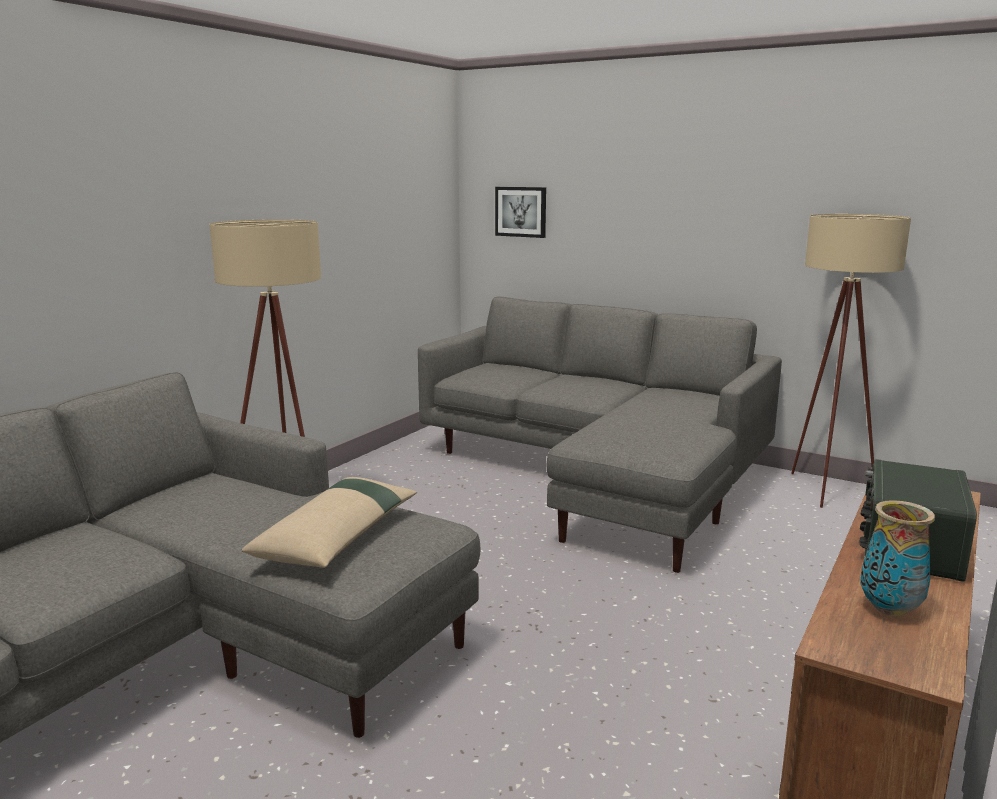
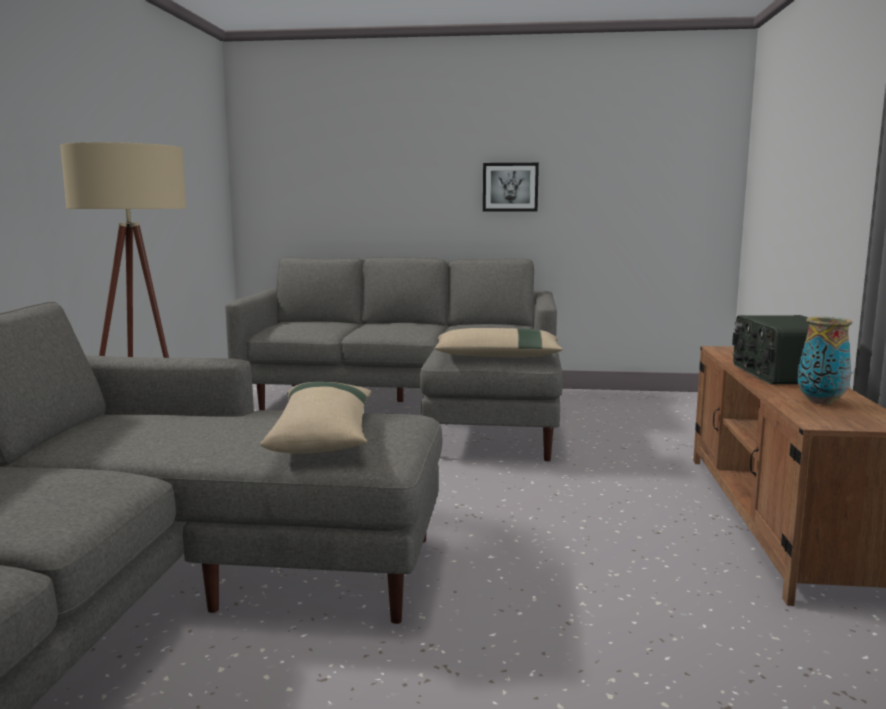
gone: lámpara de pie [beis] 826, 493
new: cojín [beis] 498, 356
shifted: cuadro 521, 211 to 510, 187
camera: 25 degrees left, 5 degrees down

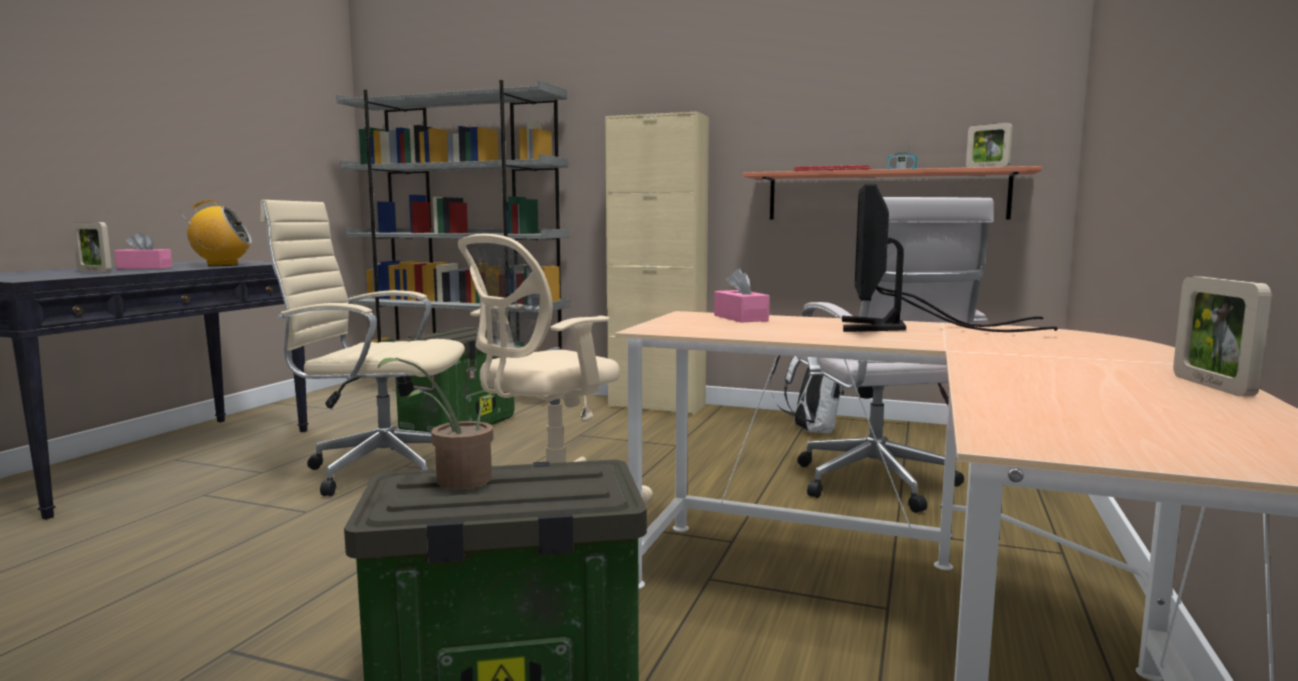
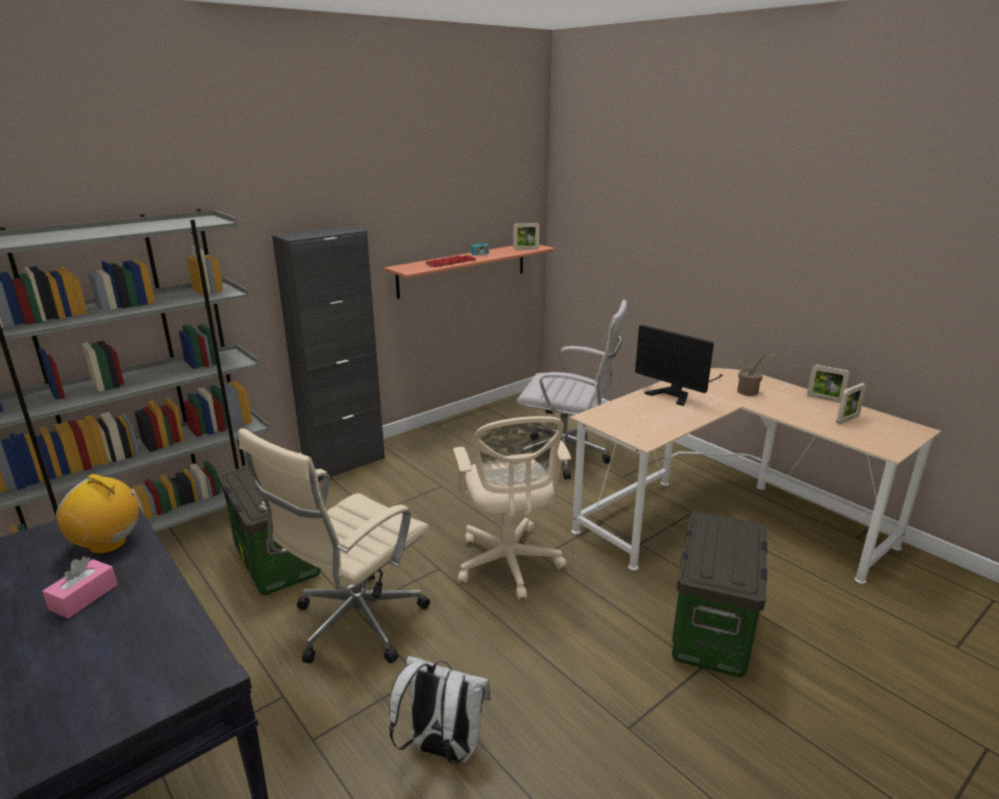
gone: caja de pañuelos [rosa] 740, 318
shifted: portarretratos 94, 271 to 847, 419; mochila [blanco] 809, 430 to 442, 749; planta en maceta 455, 481 to 748, 393
repainted: armario [beis] 656, 406 to armario [negro] 344, 463
rotated: radio 221, 265 = 108, 544 90 degrees counterclockwise
camera: 60 degrees left, 15 degrees up

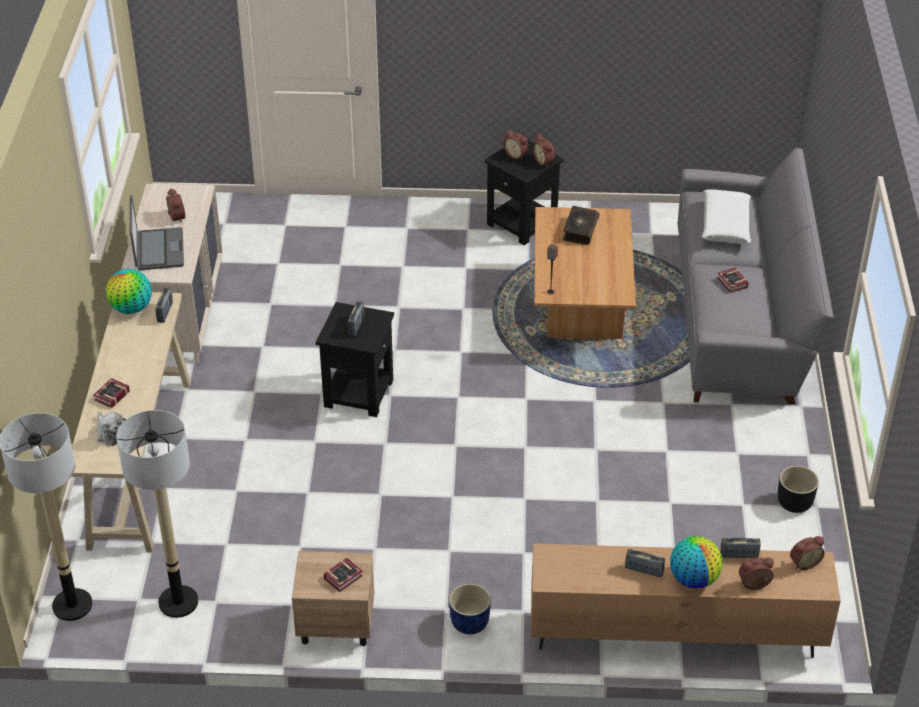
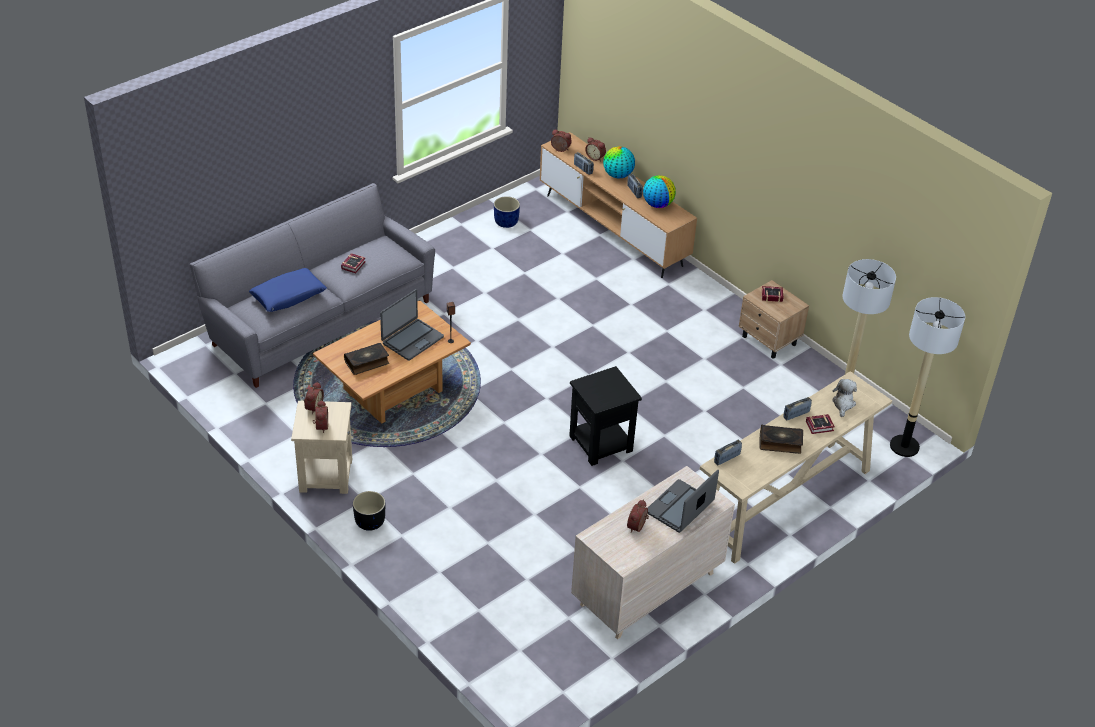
new: portátil 412, 340; libro 780, 443
shifted: globo terráqueo 131, 308 to 657, 204; radio 356, 326 to 796, 414; maceta [negro] 794, 502 to 369, 522; maceta [azul] 469, 623 to 506, 222
repainted: mesa auxiliar [negro] 522, 224 to mesa auxiliar [beis] 326, 474; cojín [blanco] 725, 224 to cojín [azul] 288, 296
camera: 135 degrees left, 0 degrees up

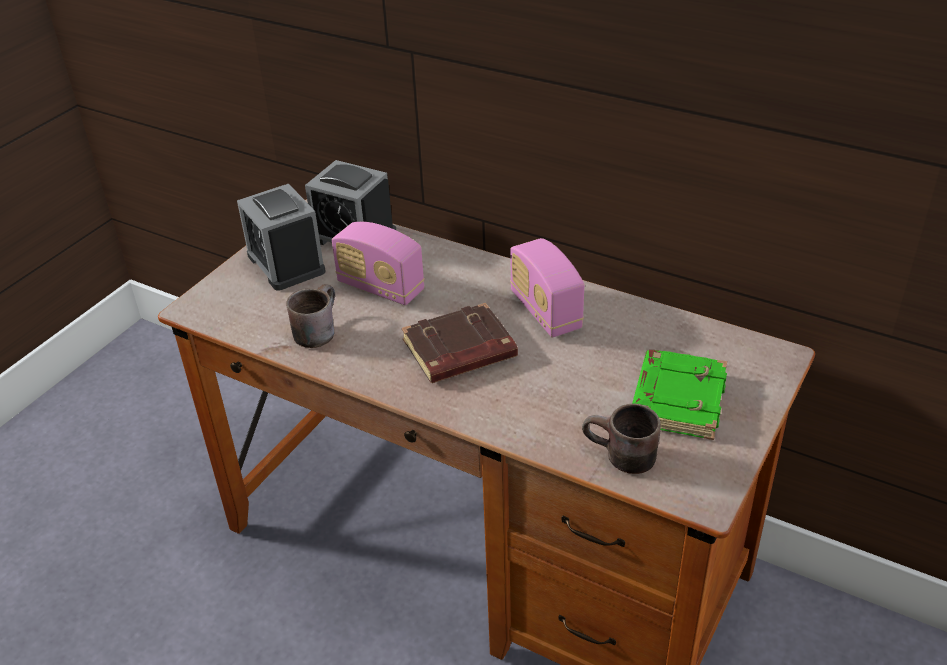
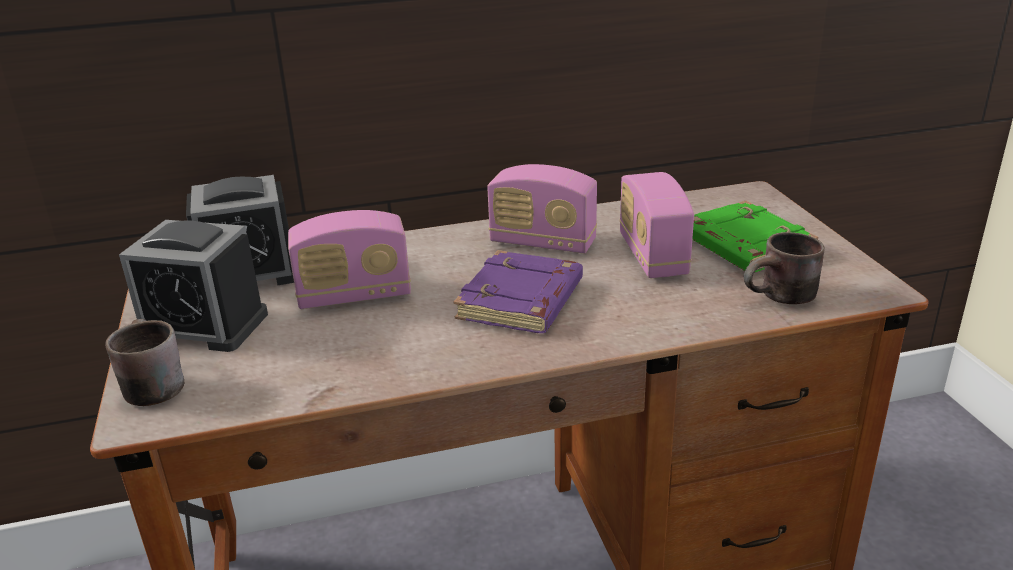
new: radio 652, 256
shifted: taza grande [marrón] 315, 330 to 148, 385
repainted: libro [marrón] 459, 351 to libro [morado] 522, 302
camera: 45 degrees left, 10 degrees down

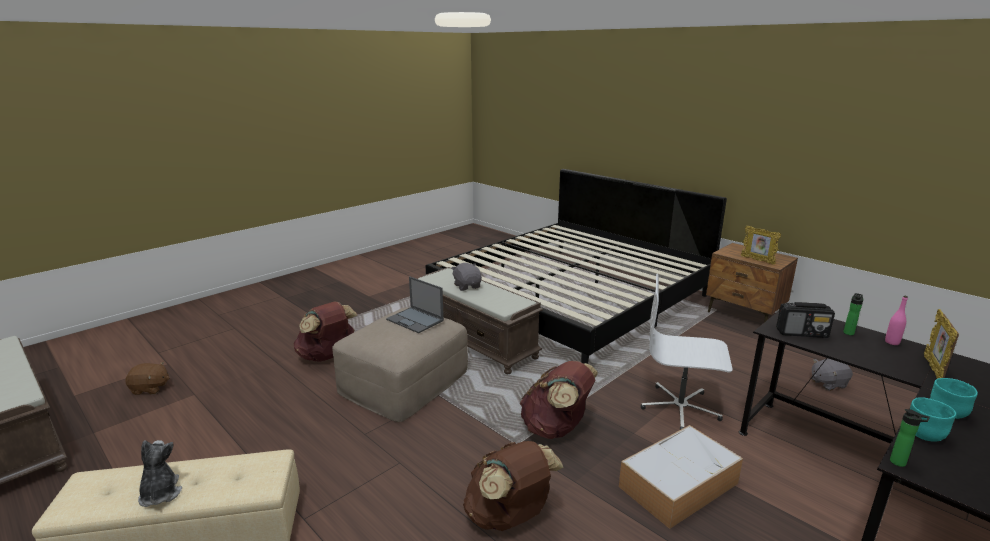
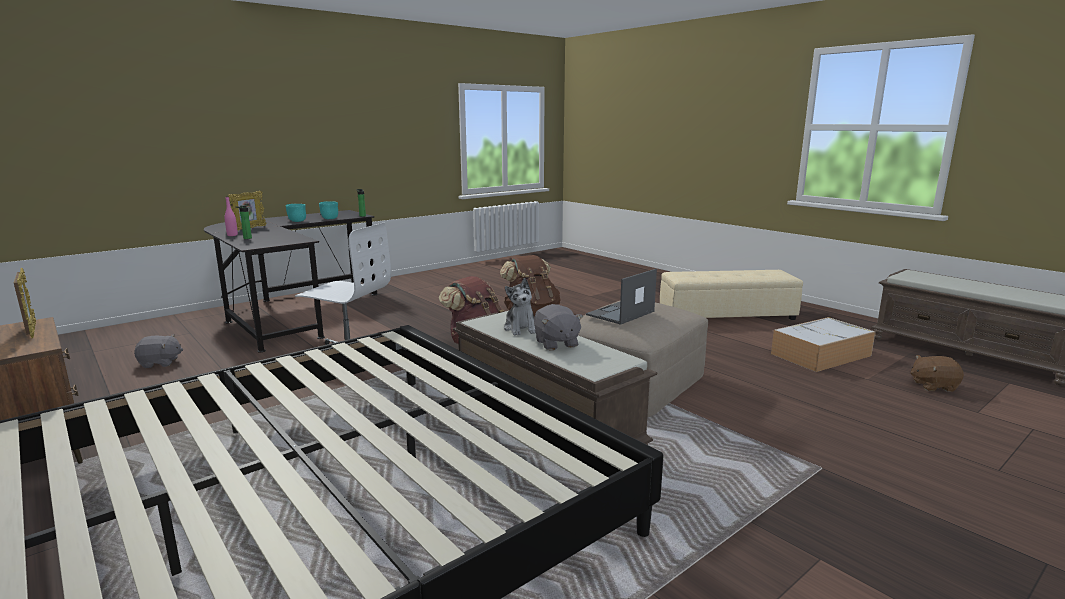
gone: mochila [marrón] 328, 356; radio 802, 333
shifted: caja de almacenaje 679, 484 to 820, 355; peluche 160, 493 to 521, 328
rotated: portátil 415, 320 = 620, 313 90 degrees counterclockwise
camera: 175 degrees left, 5 degrees down

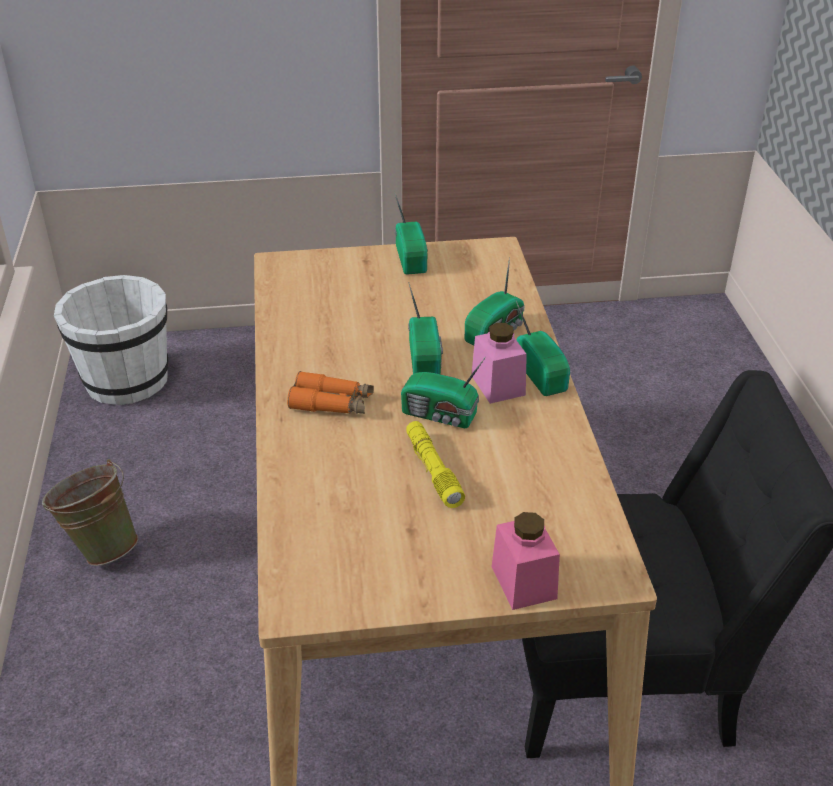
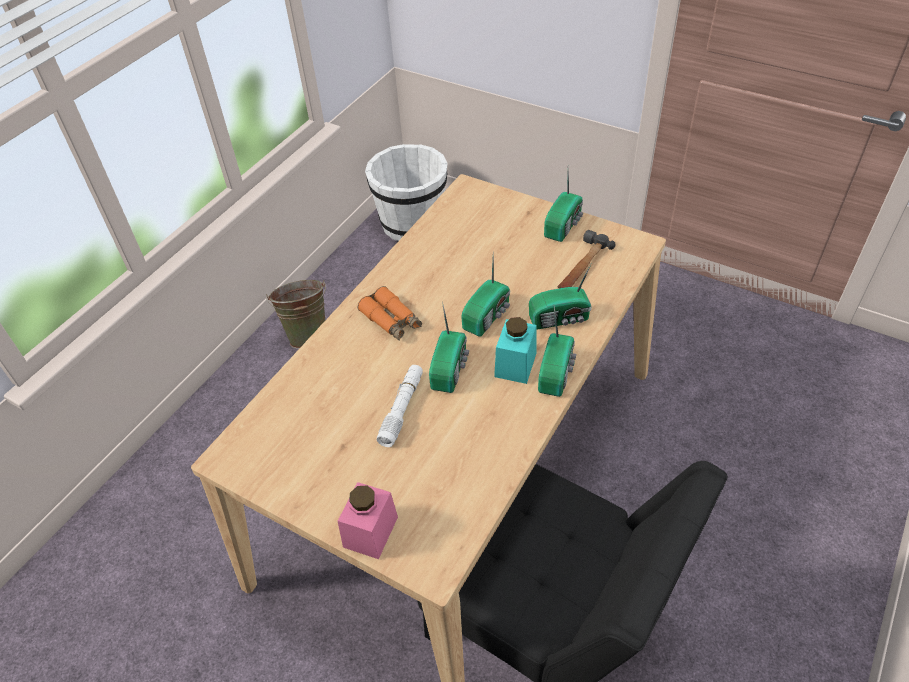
new: martillo 582, 266
repainted: tarro [rosa] 498, 385 to tarro [turquesa] 515, 364; linterna [amarillo] 433, 470 to linterna [blanco] 402, 409
rotated: radio 440, 415 = 450, 368 135 degrees counterclockwise
camera: 40 degrees right, 10 degrees up

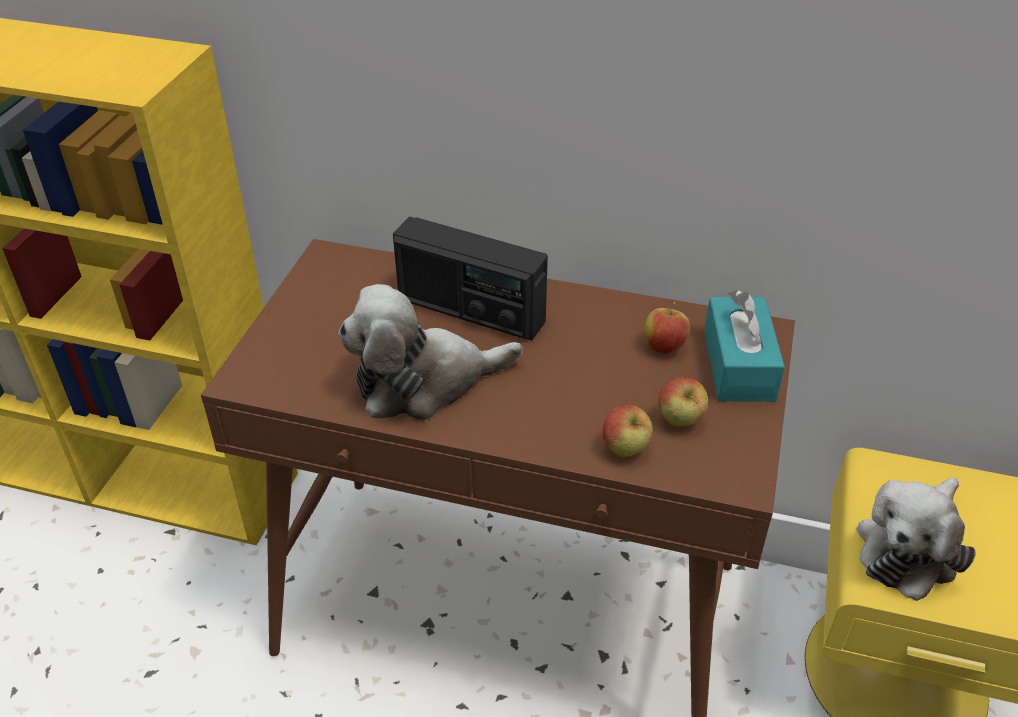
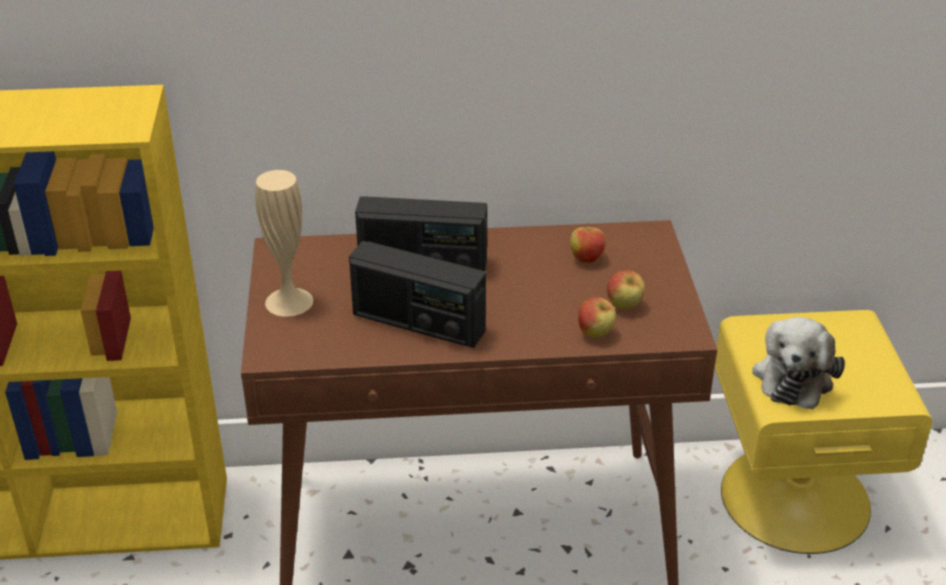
gone: caja de pañuelos [turquesa] 738, 365
new: florero [beis] 289, 301
swapped: peluche 424, 382 to radio 418, 323
camera: 20 degrees left, 5 degrees down

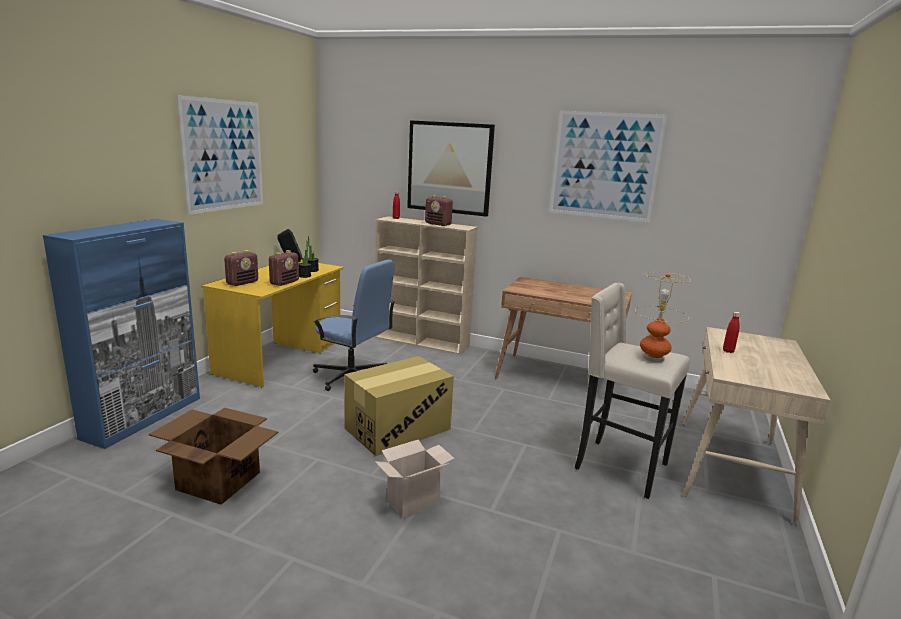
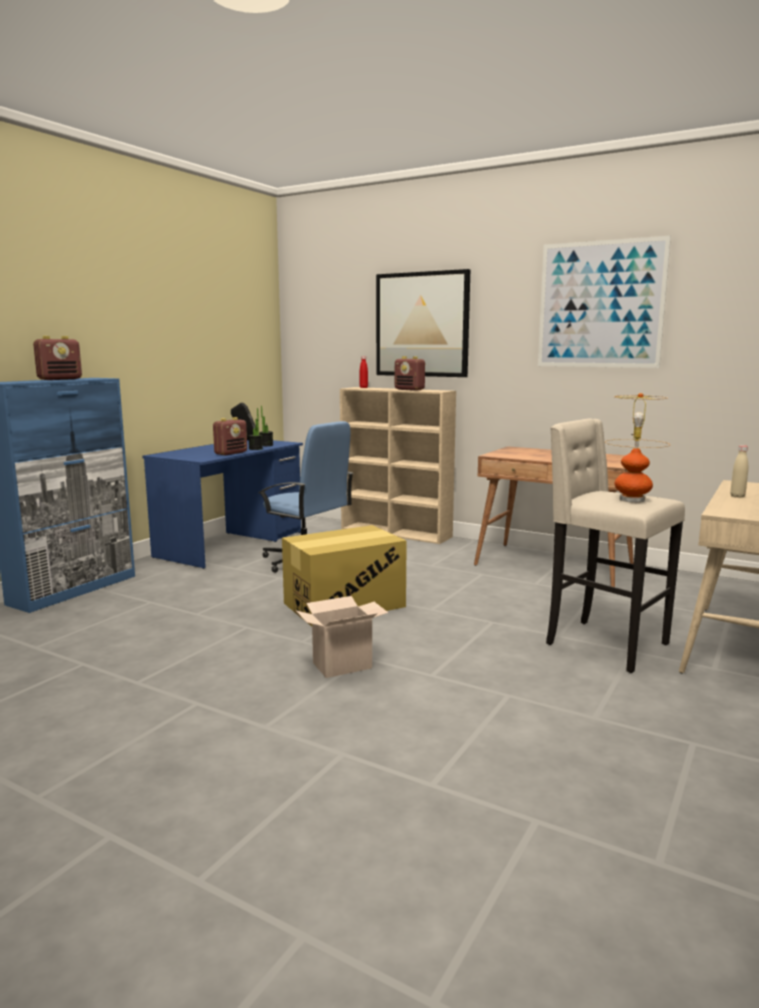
gone: cuadro 224, 155; caja de cartón 218, 480
shifted: radio 242, 283 to 60, 379
repainted: escritorio [amarillo] 281, 357 to escritorio [azul] 231, 544; botella [rojo] 728, 351 to botella [beis] 737, 496
camera: 10 degrees right, 5 degrees down

